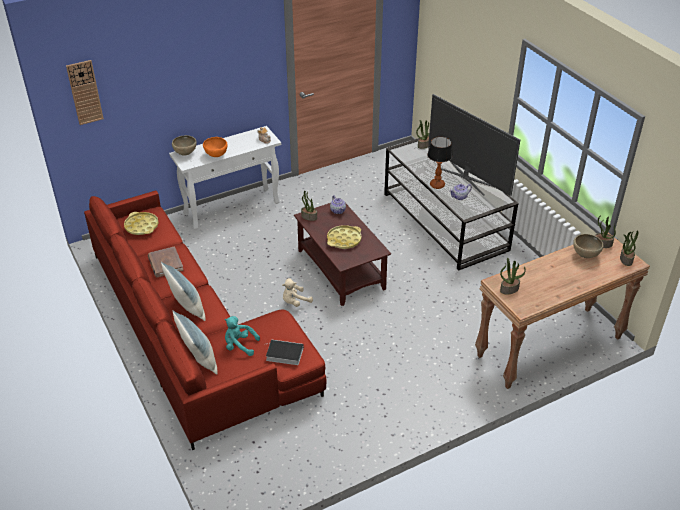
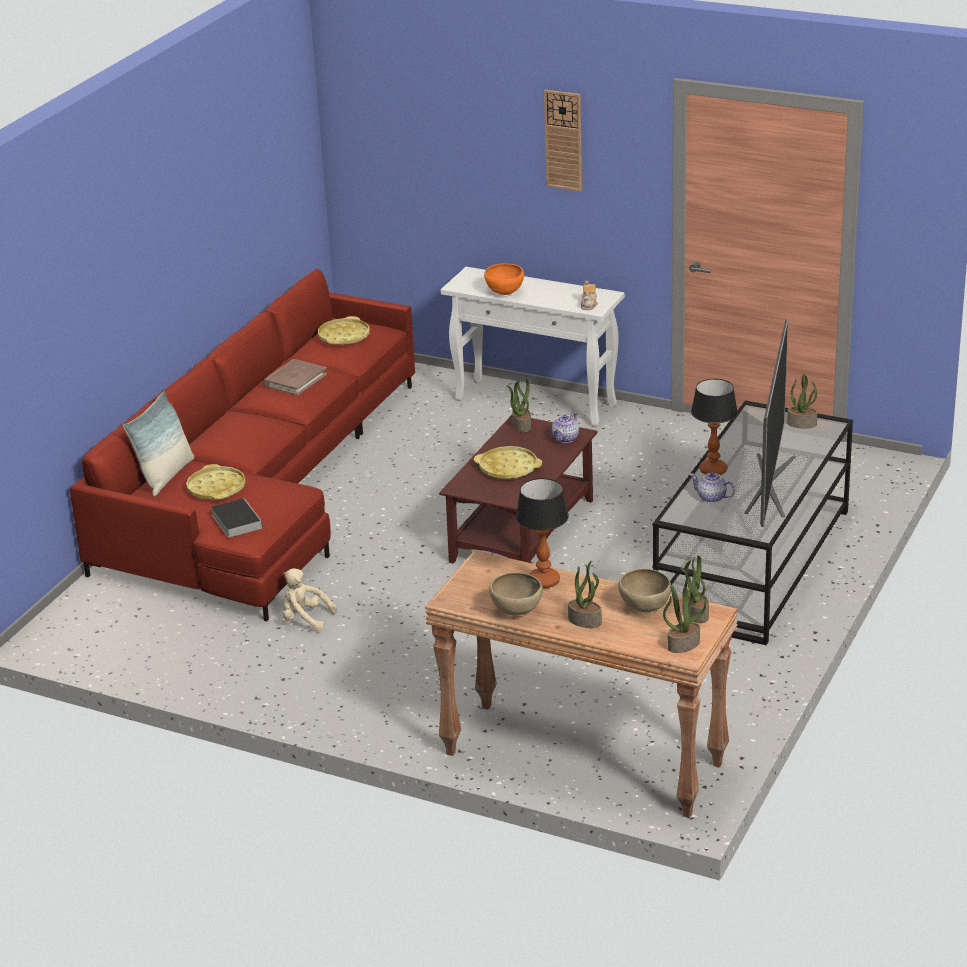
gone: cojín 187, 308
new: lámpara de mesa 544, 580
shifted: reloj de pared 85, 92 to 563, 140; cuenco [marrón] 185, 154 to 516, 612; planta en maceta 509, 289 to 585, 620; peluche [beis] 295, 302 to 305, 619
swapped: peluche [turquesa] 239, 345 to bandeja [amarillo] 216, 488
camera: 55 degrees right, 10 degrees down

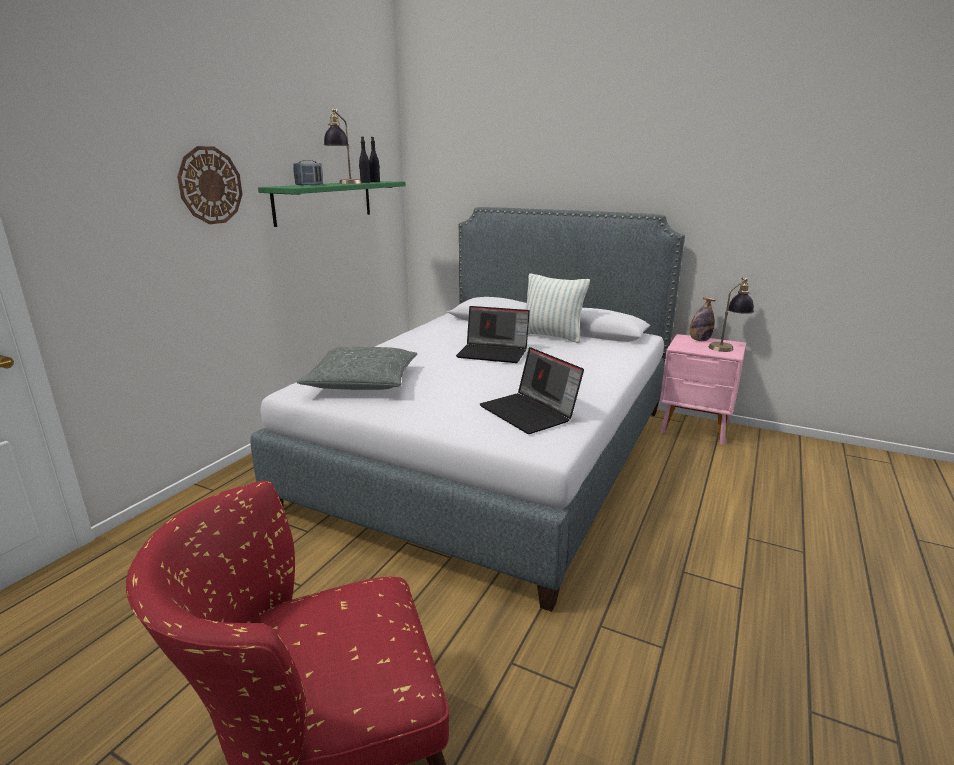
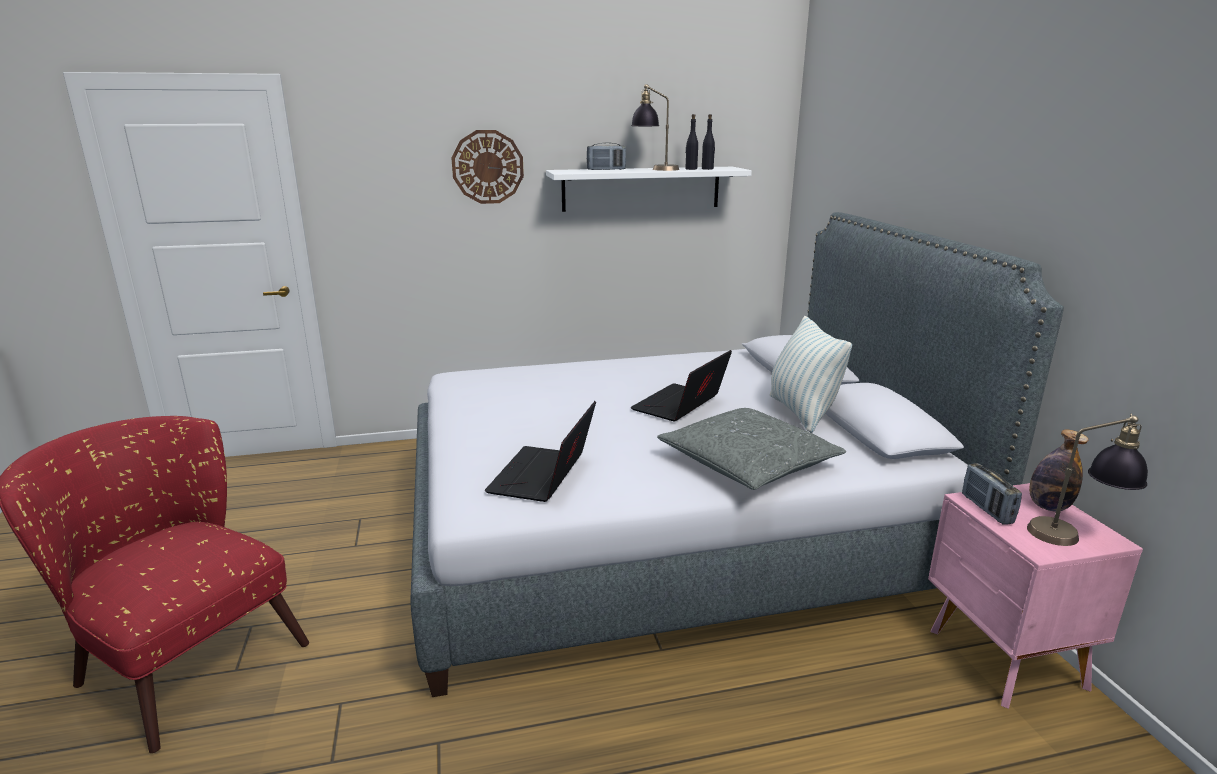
new: radio 986, 509
shifted: cojín [gris] 362, 381 to 748, 463
repainted: estante [verde] 324, 202 to estante [blanco] 641, 188
rotated: portátil 494, 353 = 680, 406 60 degrees clockwise
camera: 50 degrees right, 0 degrees up

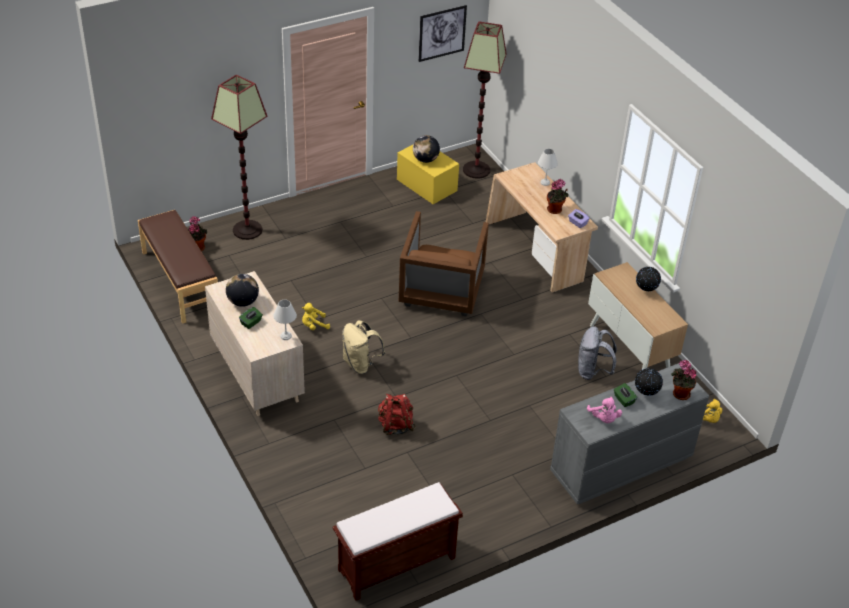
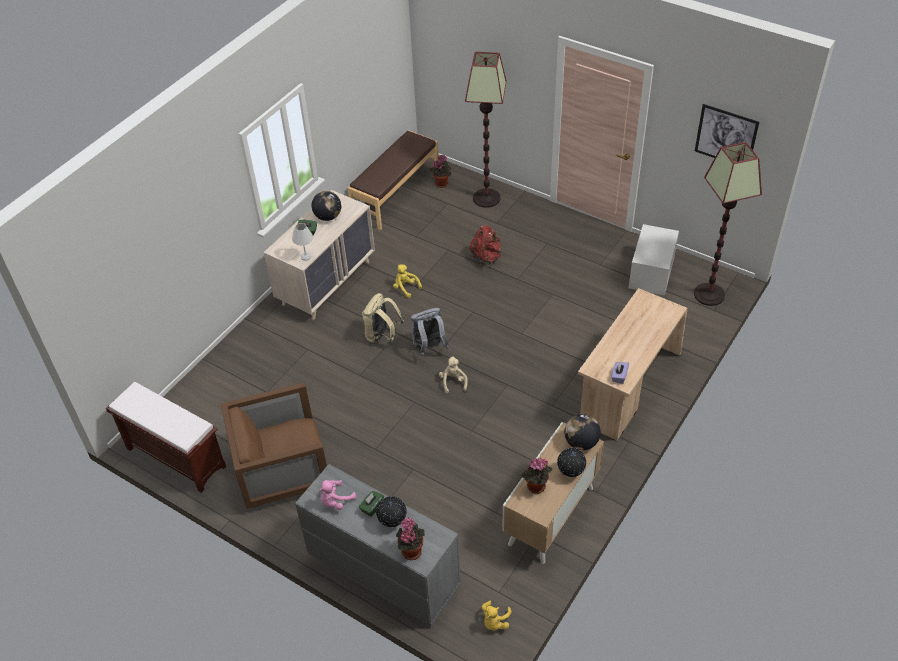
gone: lámpara de mesa [blanco] 545, 183
new: peluche [beis] 453, 382
shifted: globo terráqueo 425, 160 to 581, 442; planta en maceta 555, 210 to 535, 488; sillón [marrón] 441, 289 to 283, 469; mochila [gris] 592, 371 to 429, 348; mochila [rojo] 395, 425 to 486, 257
repainted: caja de almacenaje [amarillo] 426, 185 to caja de almacenaje [blanco] 651, 272
camera: 65 degrees right, 5 degrees up

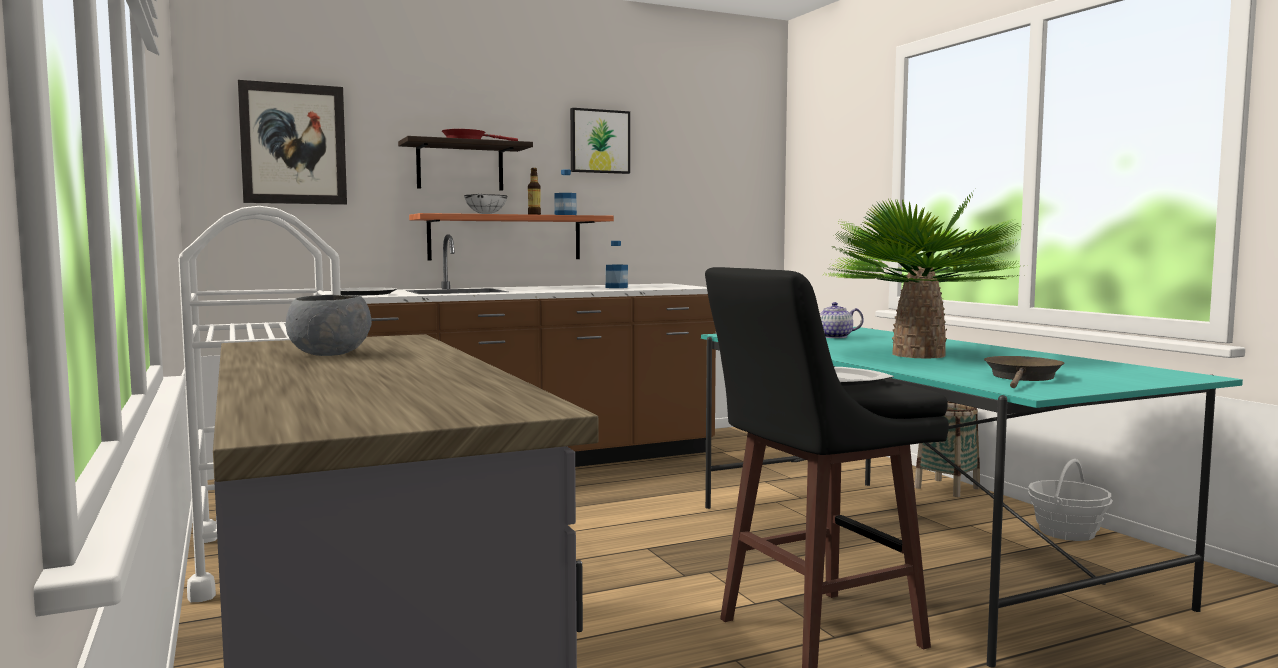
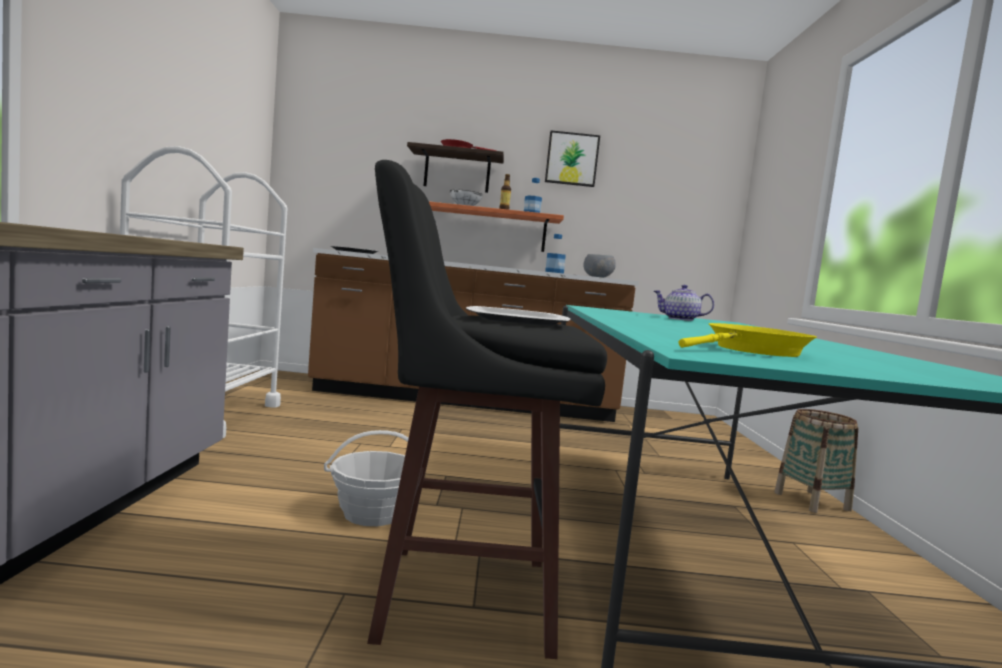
gone: cuadro 293, 144; planta en maceta 918, 355
shifted: cuenco [gris] 328, 354 to 597, 277; cesta 1067, 532 to 373, 513
repainted: sartén [marrón] 1023, 378 to sartén [amarillo] 752, 351
camera: 25 degrees right, 0 degrees up

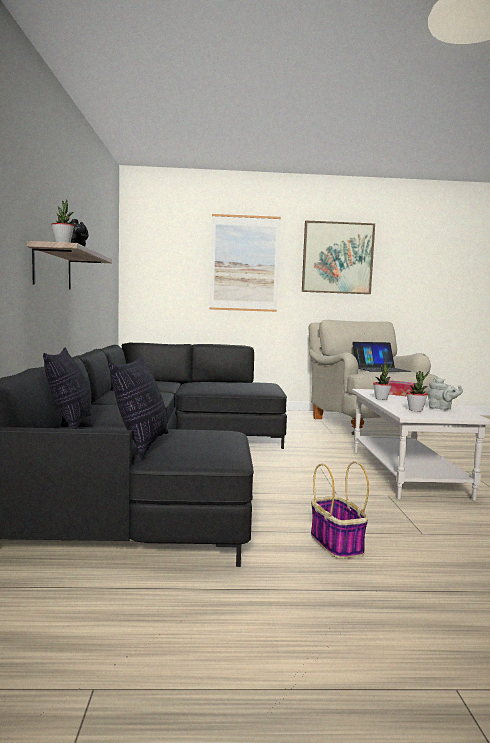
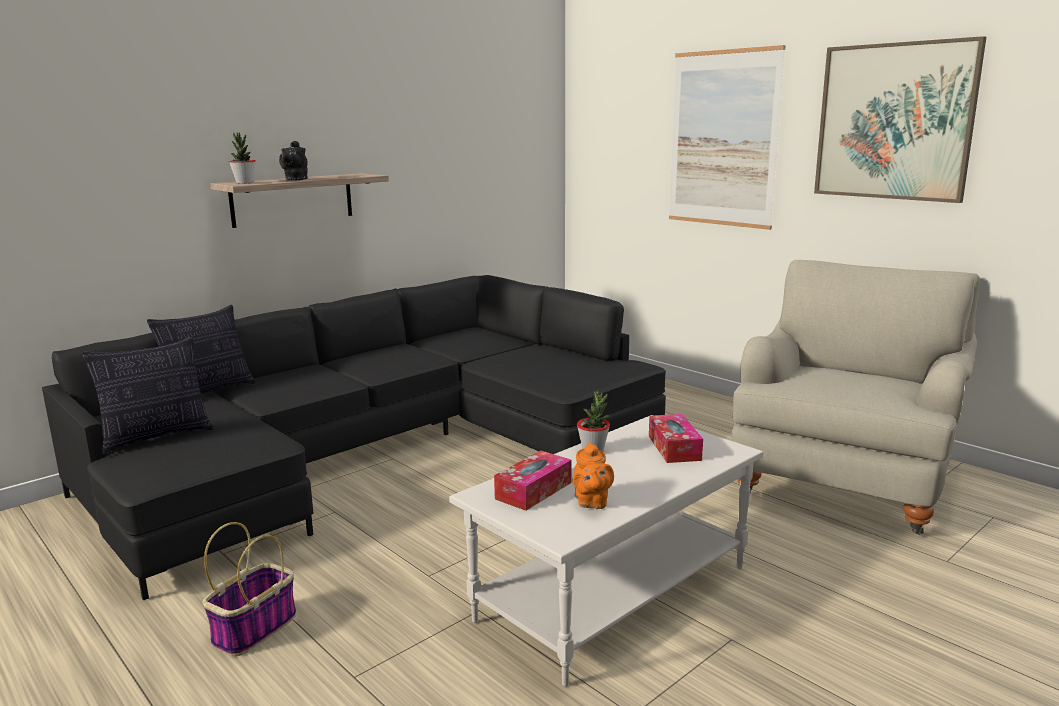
gone: portátil 380, 369
swapped: planta en maceta 415, 410 to caja de pañuelos 533, 490
repainted: tetera [gris] 441, 408 to tetera [naranja] 591, 502
camera: 50 degrees right, 10 degrees up

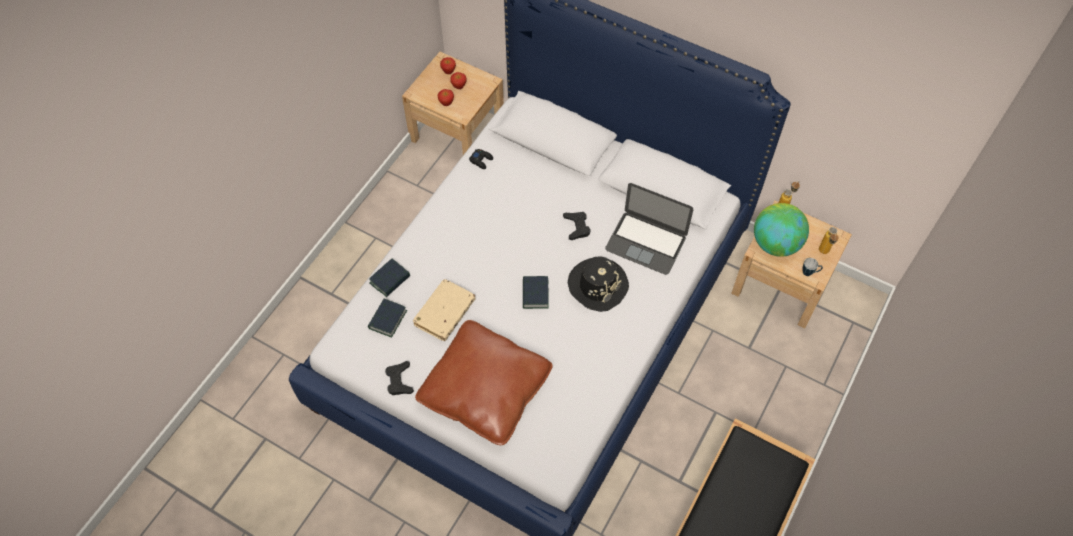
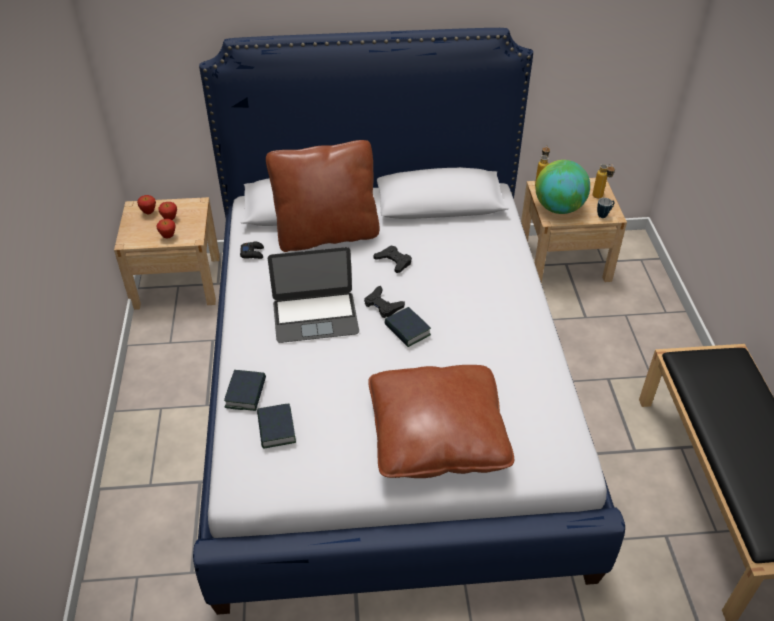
gone: sombrero [negro] 597, 285; libro [beis] 445, 313
new: cojín [marrón] 327, 235
shifted: portátil 646, 243 to 315, 317; mando de consola [negro] 399, 380 to 383, 305
camera: 35 degrees left, 15 degrees down

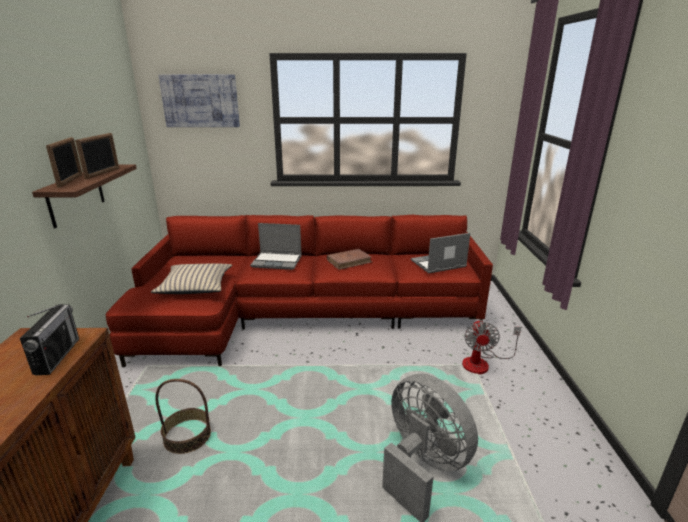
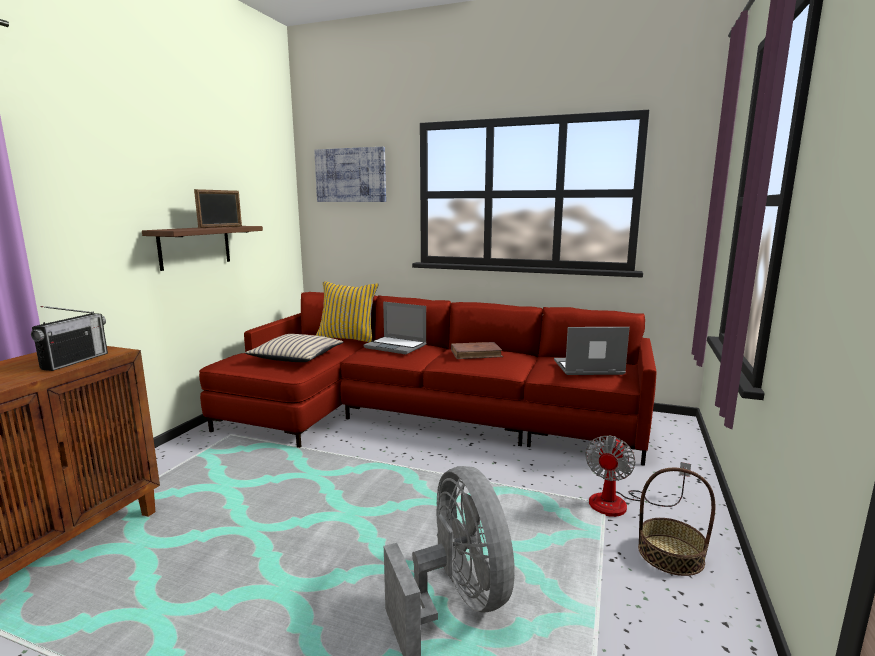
gone: portarretratos 70, 181
new: cojín [amarillo] 347, 338
shifted: cesta 187, 436 to 670, 554
camera: 20 degrees right, 10 degrees down

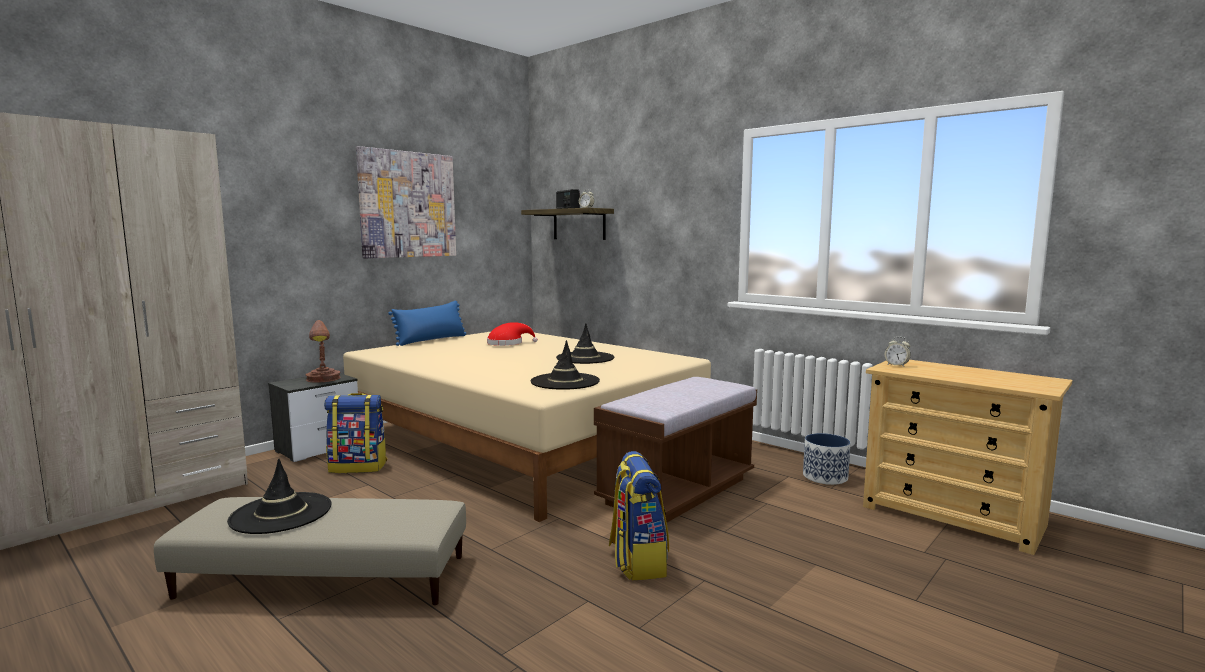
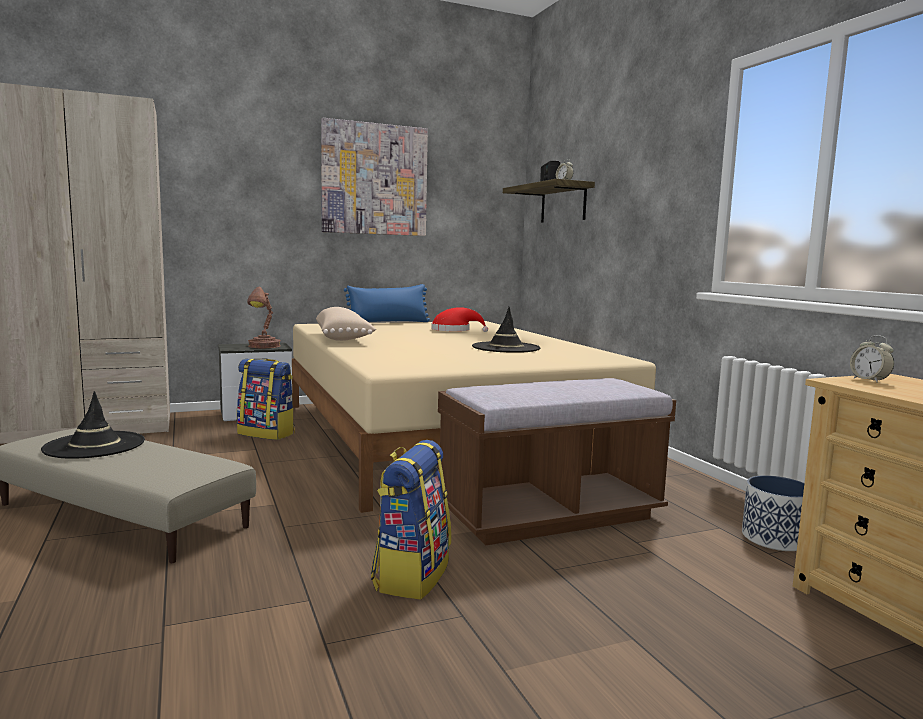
gone: sombrero [negro] 565, 382
new: cojín [beis] 343, 338
camera: 25 degrees right, 0 degrees up

